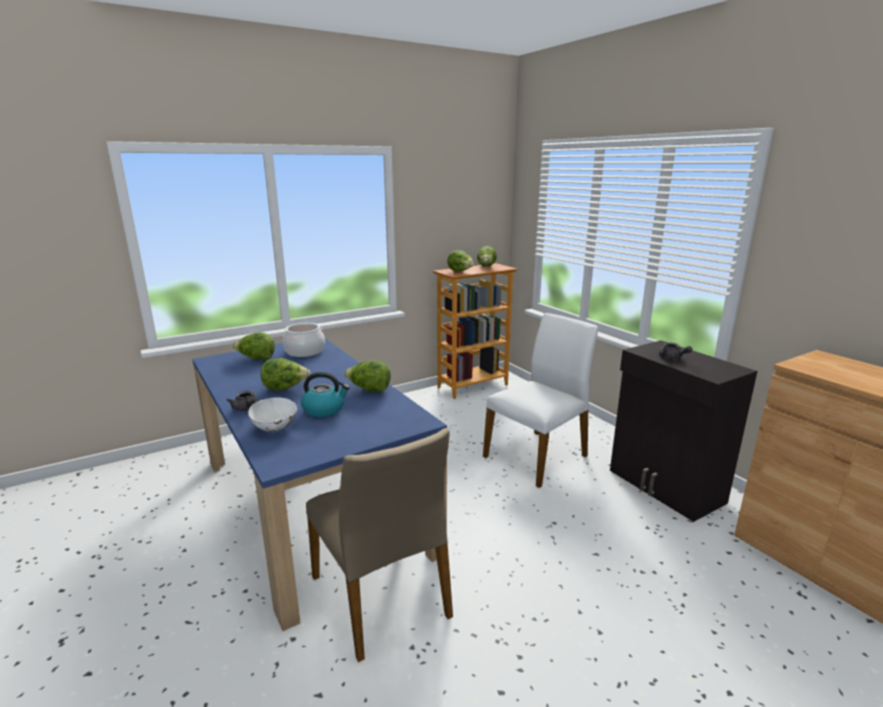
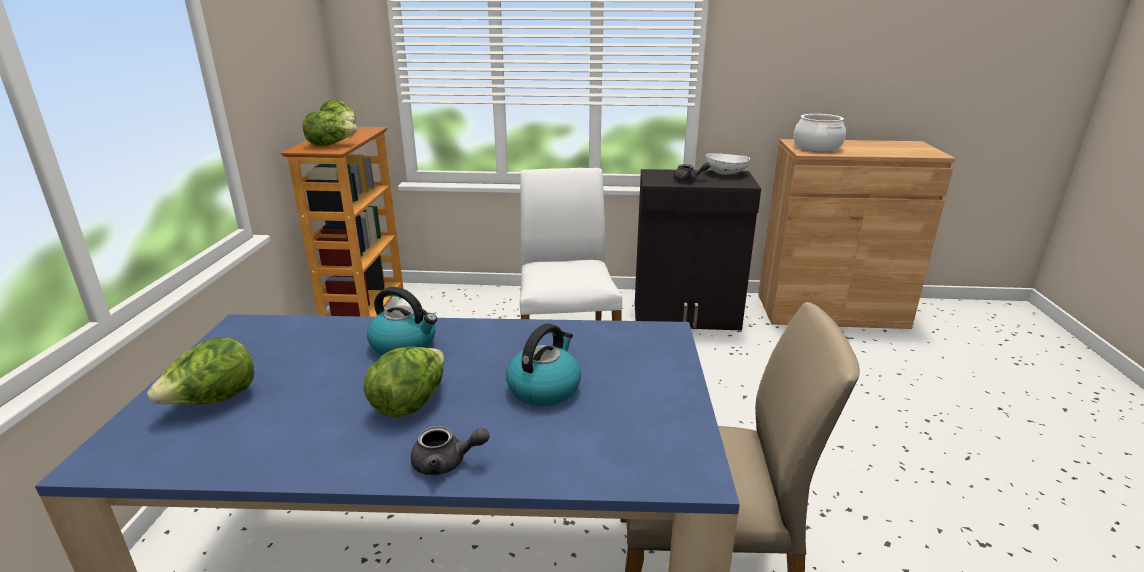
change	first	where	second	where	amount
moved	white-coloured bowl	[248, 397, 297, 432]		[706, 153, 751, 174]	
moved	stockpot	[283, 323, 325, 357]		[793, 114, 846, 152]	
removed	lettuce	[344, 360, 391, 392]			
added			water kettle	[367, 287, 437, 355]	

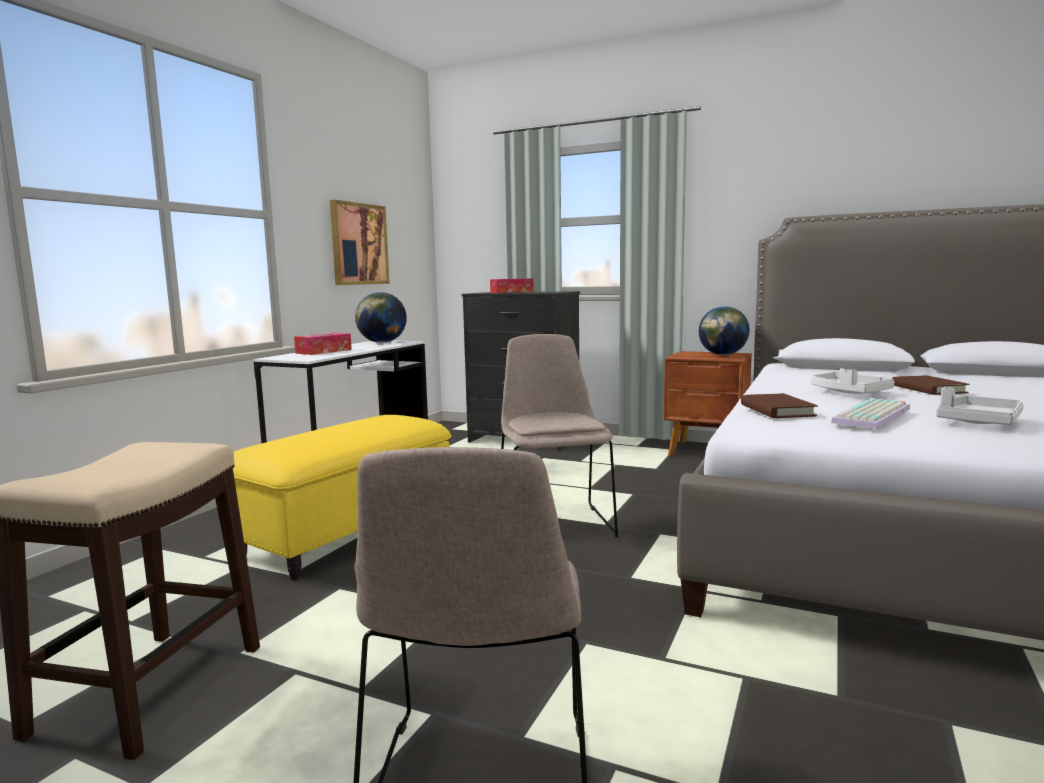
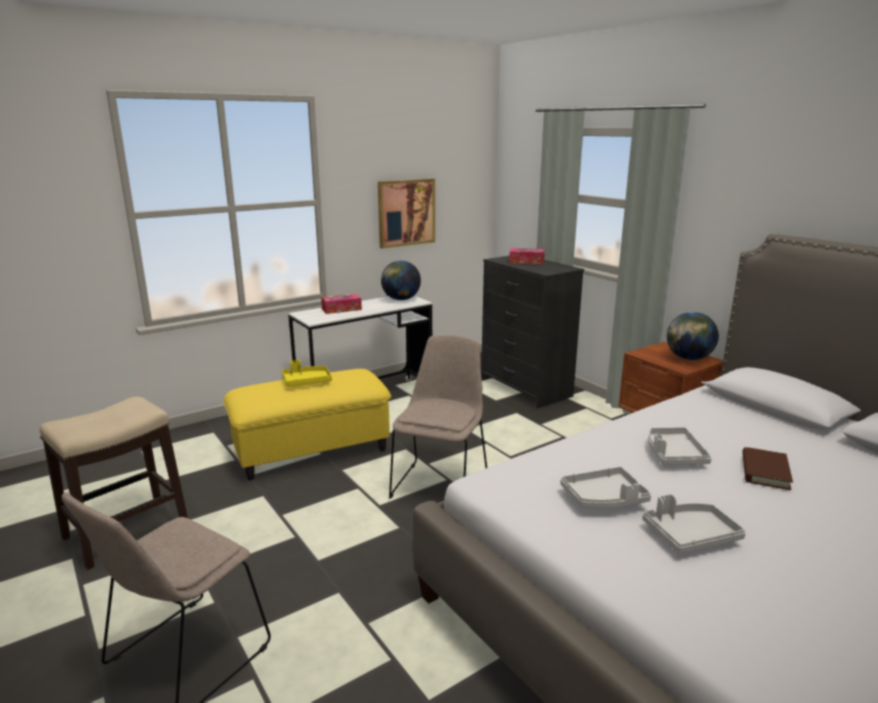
change	first	where	second	where	amount
removed	brown-coloured volume	[741, 393, 818, 418]			
replaced	keyboard	[831, 398, 910, 429]	gray serving tray	[560, 467, 651, 509]	
added			yellow-coloured serving tray	[282, 360, 332, 387]	

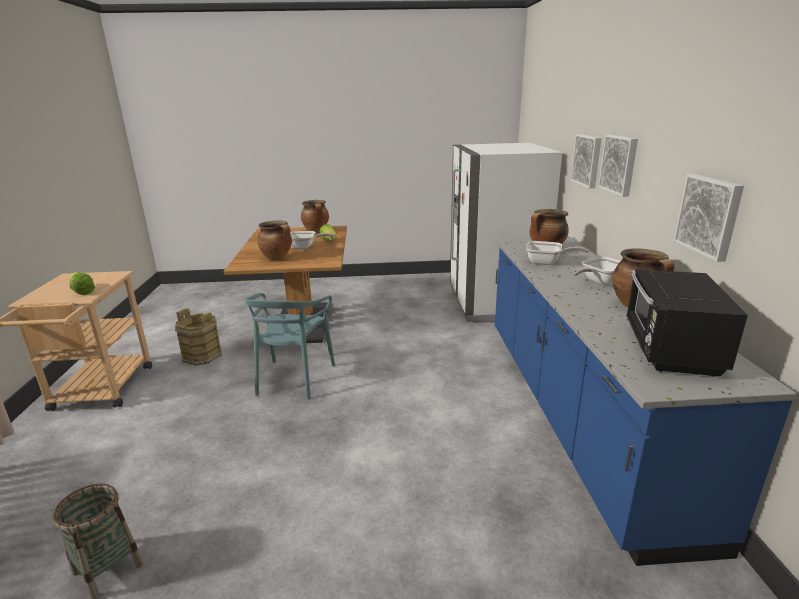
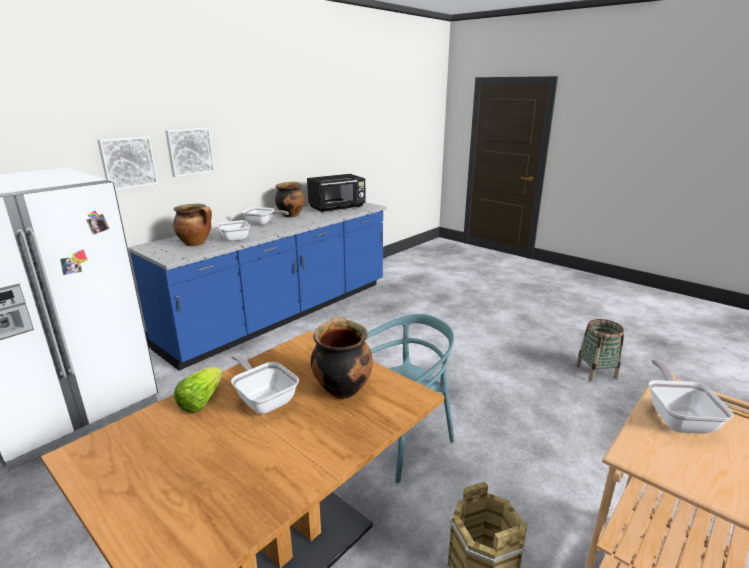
change	first	where	second	where	amount
replaced	lettuce	[70, 272, 95, 295]	frying pan	[649, 359, 734, 434]	
removed	stockpot	[301, 200, 329, 233]			
removed	wall picture	[674, 174, 744, 262]			

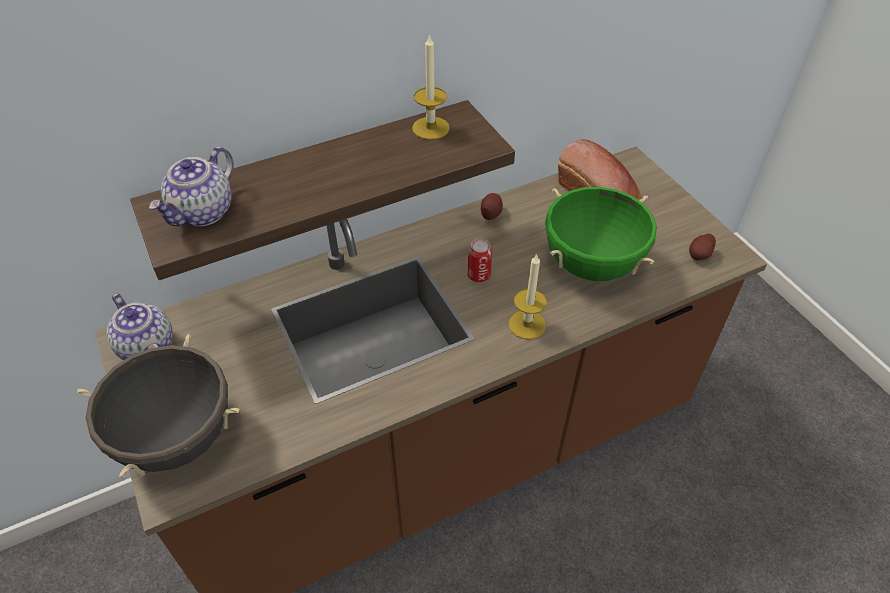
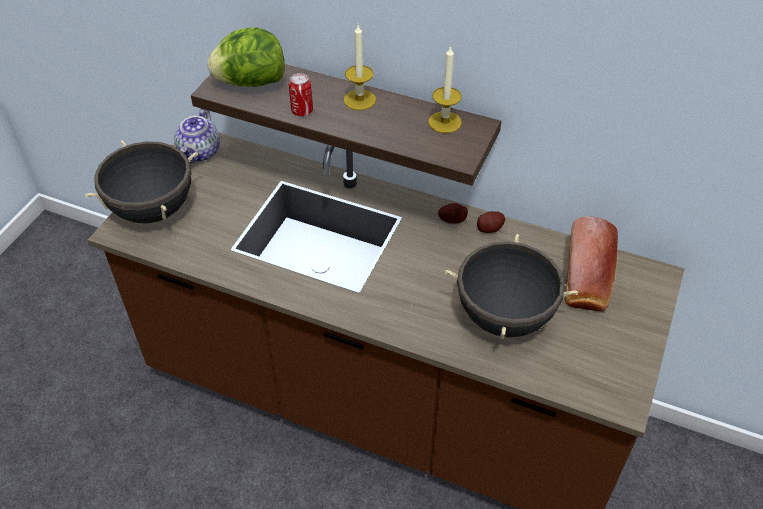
change	first	where	second	where	amount
replaced	pot for tea	[149, 146, 234, 226]	lettuce	[208, 27, 285, 87]	
moved	sealed can	[467, 239, 492, 282]		[289, 73, 313, 116]	
moved	wax candle	[509, 253, 547, 340]		[344, 25, 376, 110]	
recoloured	green stockpot	[545, 187, 657, 281]	blackish stockpot	[445, 234, 578, 339]	
moved	potato	[689, 234, 716, 260]		[438, 203, 468, 224]	

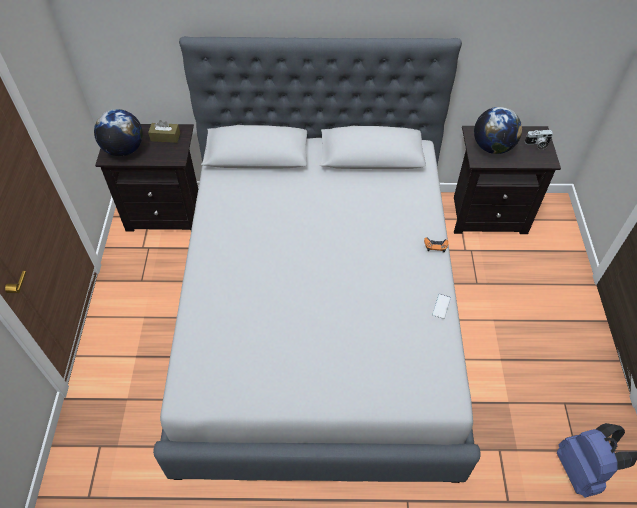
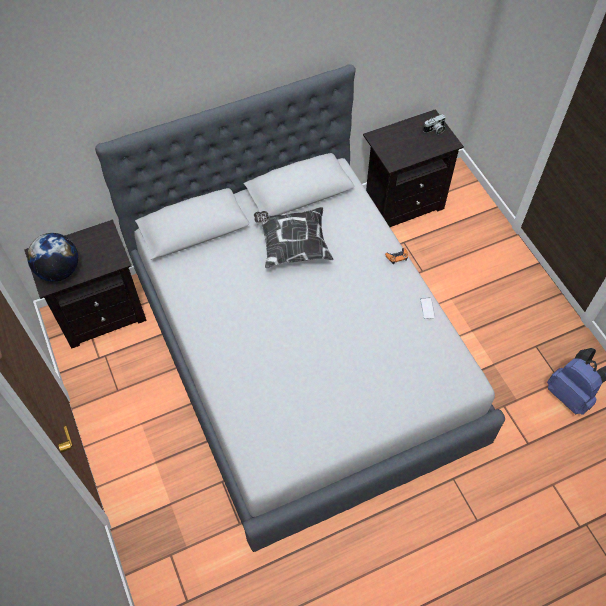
change	first	where	second	where	amount
removed	brown-coloured tissue holder	[148, 120, 180, 143]			
removed	globe	[474, 107, 522, 154]			
added			pillow	[254, 207, 333, 269]	

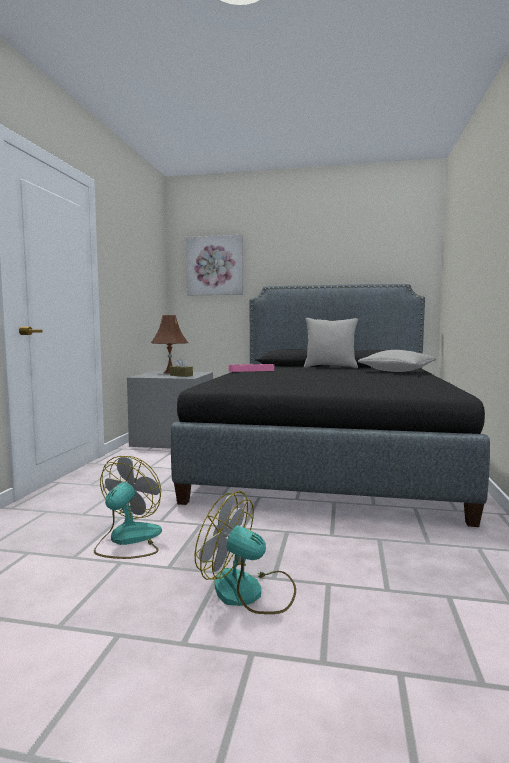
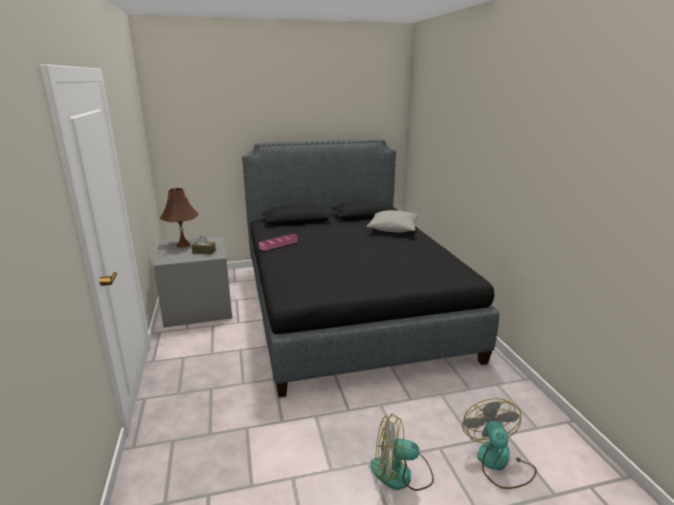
change	first	where	second	where	amount
moved	cooling fan	[94, 456, 162, 559]		[462, 398, 537, 489]	
removed	wall picture	[186, 235, 243, 295]			
removed	gray pillow	[304, 318, 358, 368]			

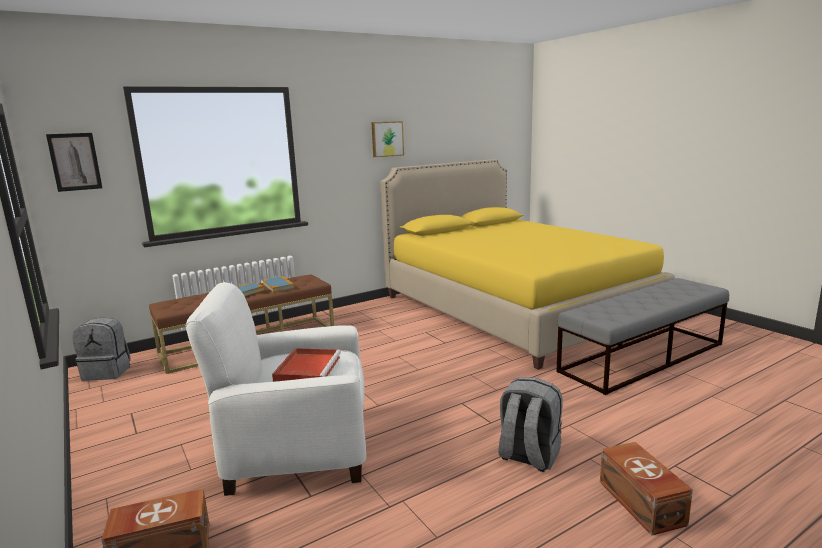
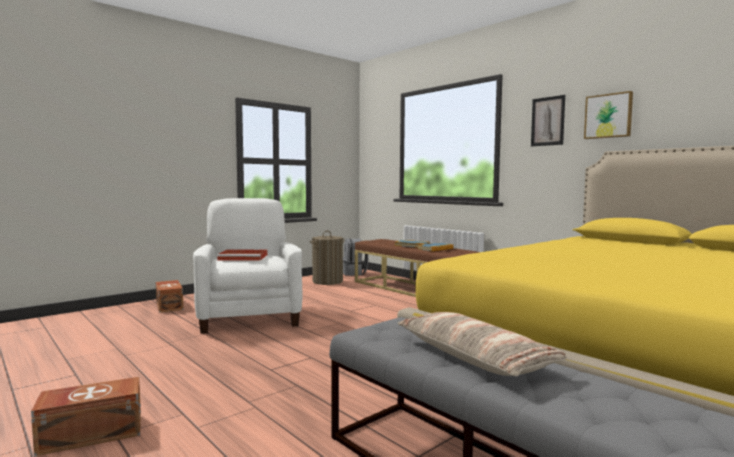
change	first	where	second	where	amount
moved	wall picture	[46, 133, 102, 192]		[531, 95, 565, 146]	
removed	gray backpack	[498, 377, 563, 472]			
added			washing basket	[310, 230, 344, 285]	
added			pillow	[398, 312, 567, 376]	

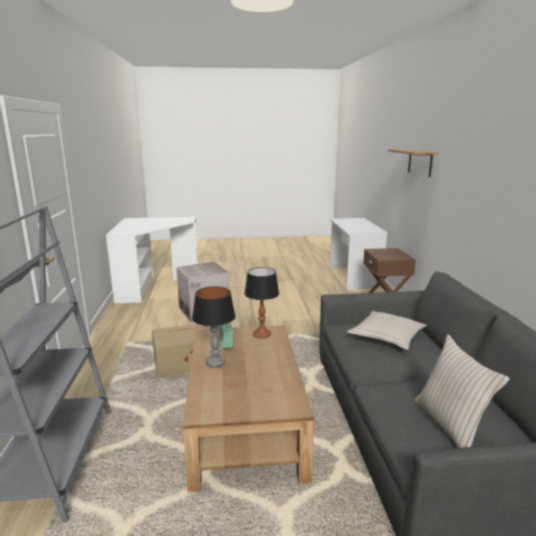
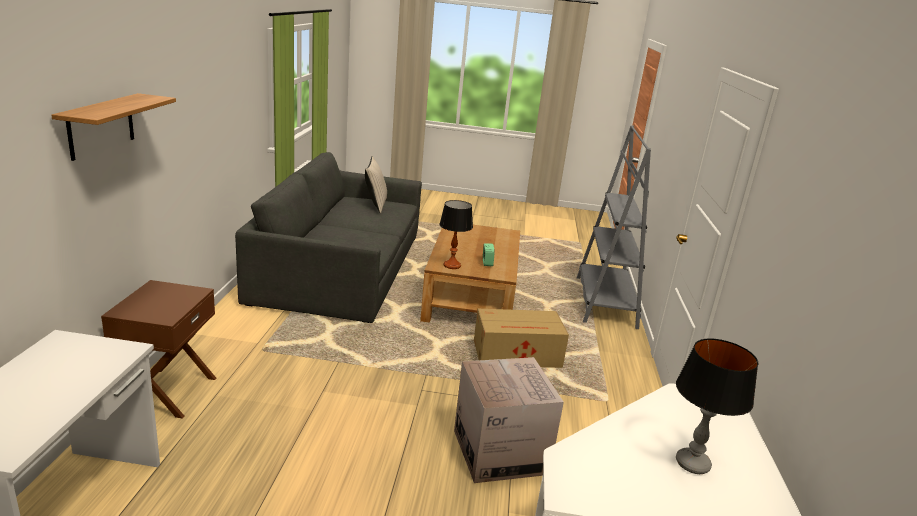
change	first	where	second	where	amount
moved	tabletop lamp	[192, 287, 236, 367]		[676, 339, 758, 474]	
removed	beige-coloured pillow	[347, 311, 427, 350]			

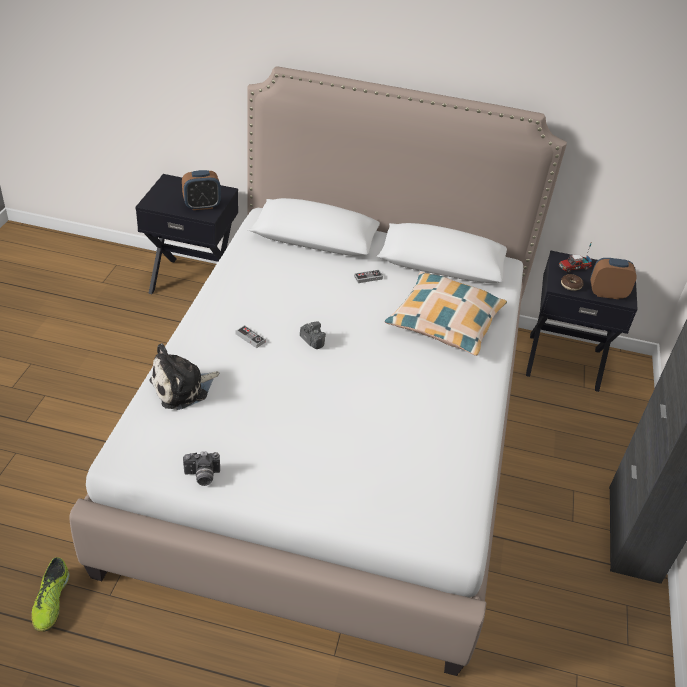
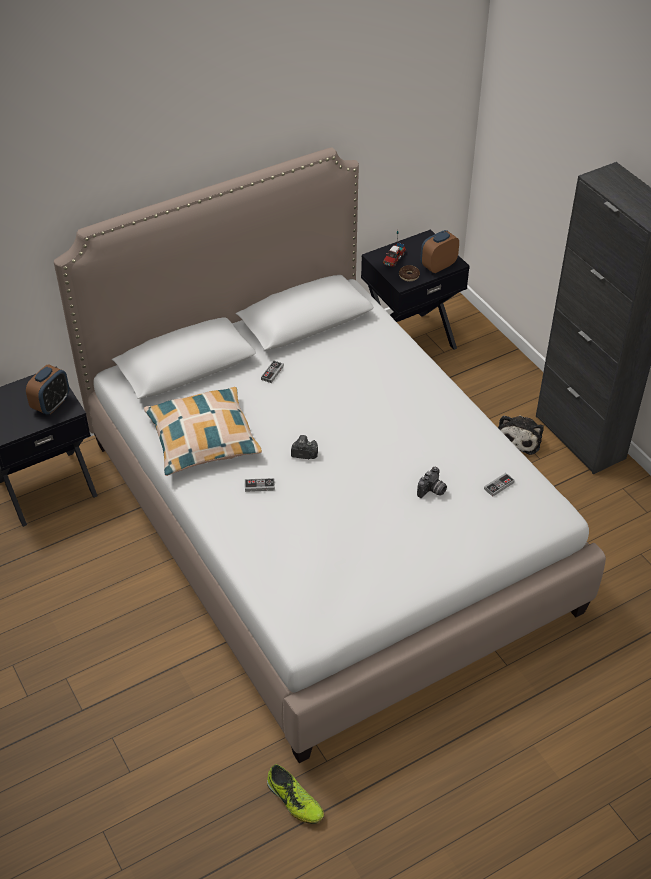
change	first	where	second	where	amount
moved	cuddly toy	[149, 343, 219, 410]		[498, 415, 544, 455]	
moved	still camera	[183, 451, 220, 486]		[417, 467, 447, 498]	
moved	pillow	[385, 272, 507, 356]		[144, 387, 262, 476]	
added			joypad	[484, 473, 515, 497]	

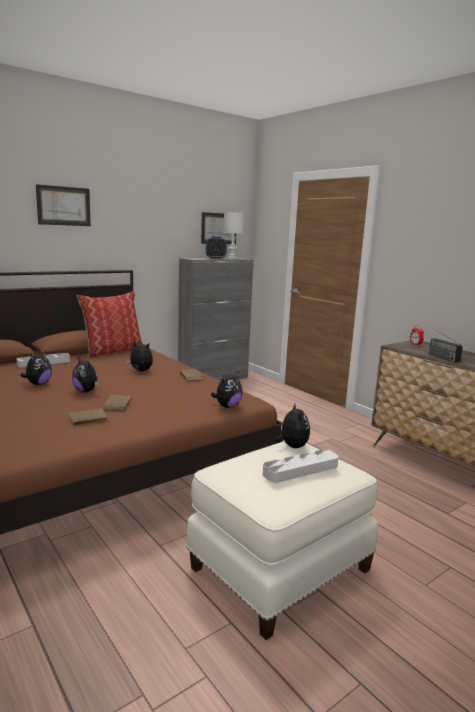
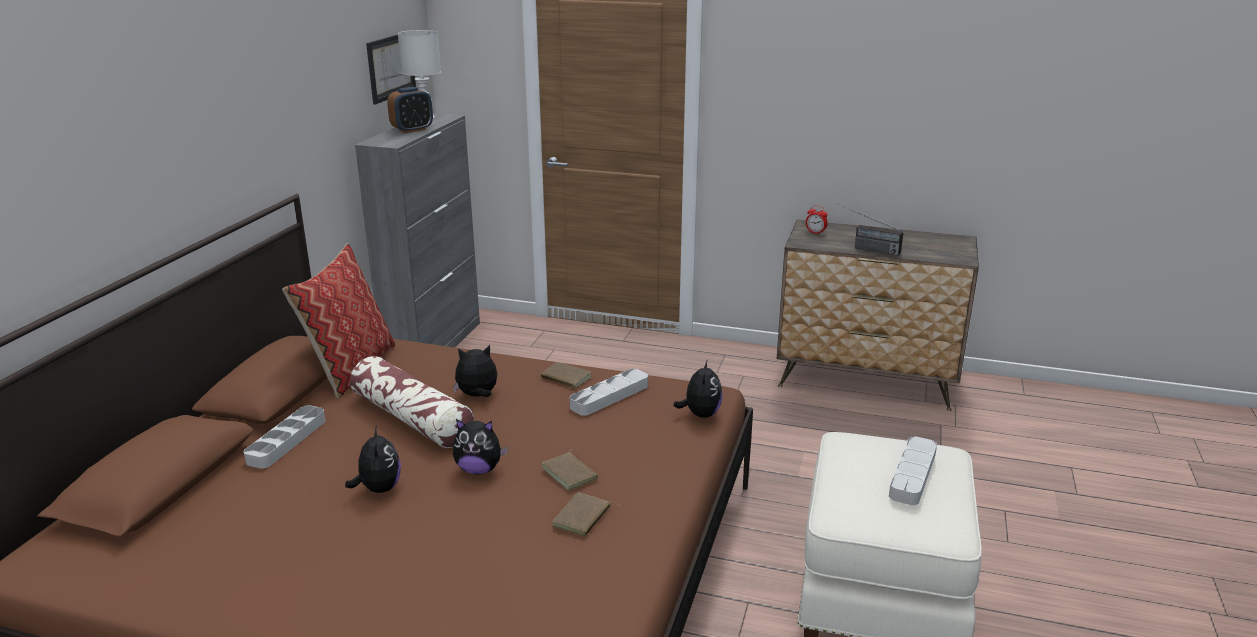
change	first	where	second	where	amount
removed	wall picture	[36, 184, 91, 226]			
removed	cuddly toy	[275, 404, 310, 448]			
added			pillow	[350, 356, 474, 448]	
added			gray serving tray	[570, 369, 648, 416]	

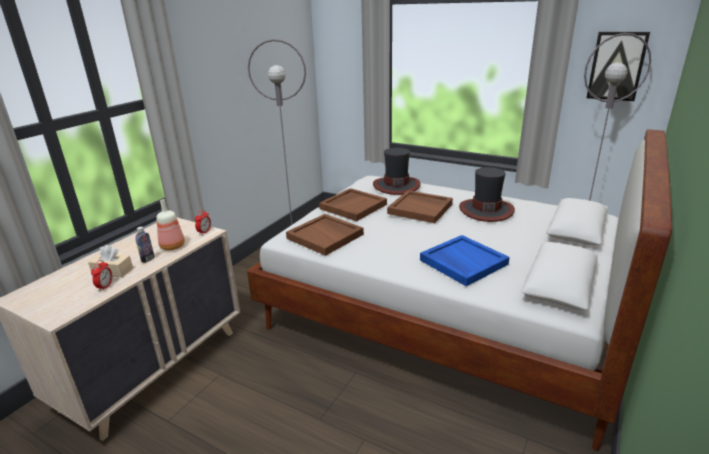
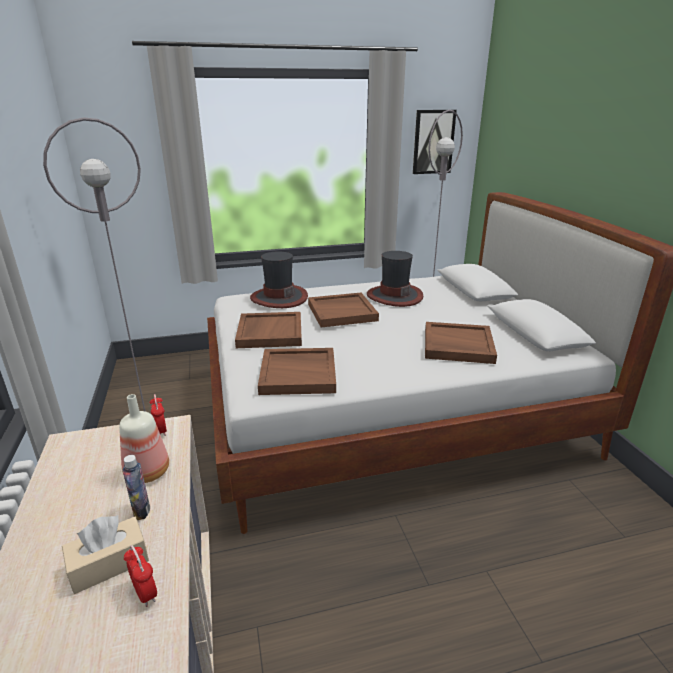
change	first	where	second	where	amount
recoloured	blue serving tray	[420, 235, 510, 286]	brown-coloured serving tray	[425, 322, 497, 364]	

